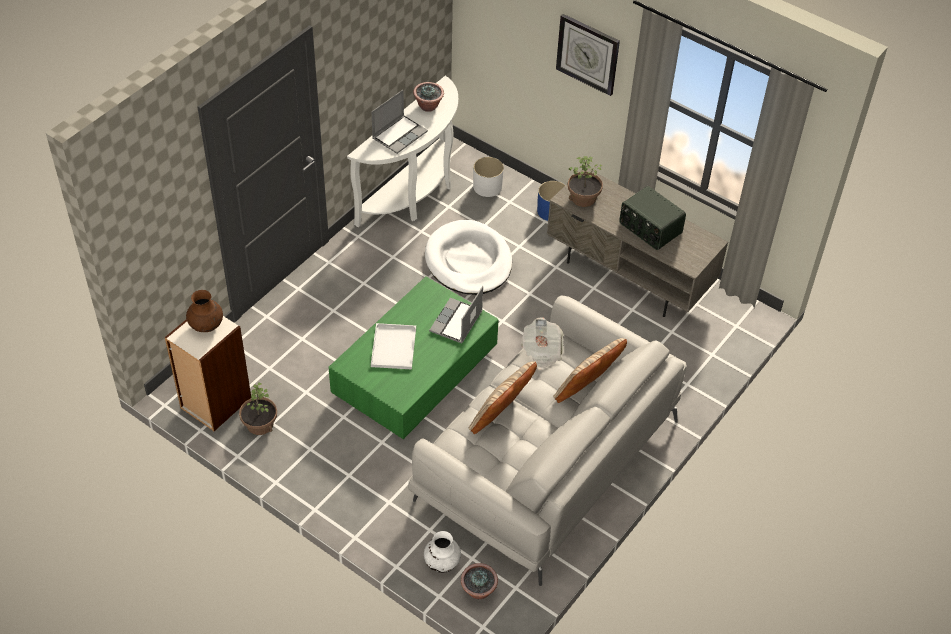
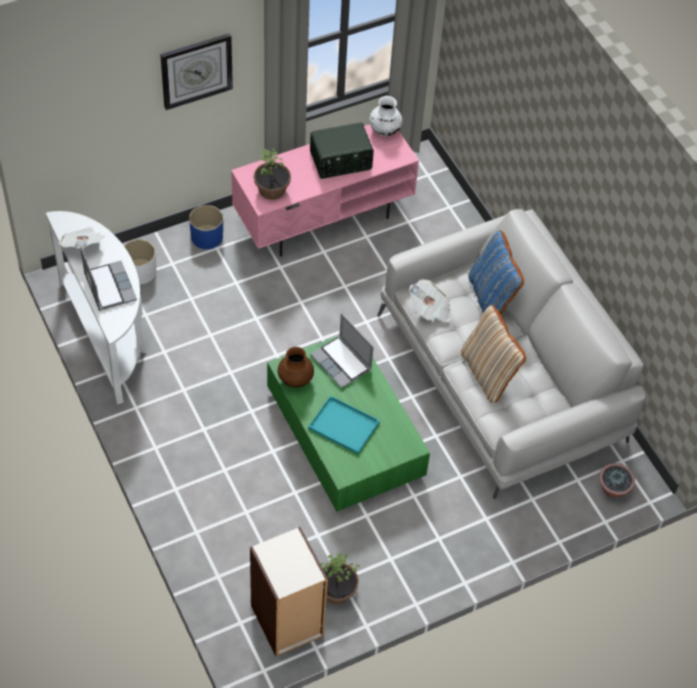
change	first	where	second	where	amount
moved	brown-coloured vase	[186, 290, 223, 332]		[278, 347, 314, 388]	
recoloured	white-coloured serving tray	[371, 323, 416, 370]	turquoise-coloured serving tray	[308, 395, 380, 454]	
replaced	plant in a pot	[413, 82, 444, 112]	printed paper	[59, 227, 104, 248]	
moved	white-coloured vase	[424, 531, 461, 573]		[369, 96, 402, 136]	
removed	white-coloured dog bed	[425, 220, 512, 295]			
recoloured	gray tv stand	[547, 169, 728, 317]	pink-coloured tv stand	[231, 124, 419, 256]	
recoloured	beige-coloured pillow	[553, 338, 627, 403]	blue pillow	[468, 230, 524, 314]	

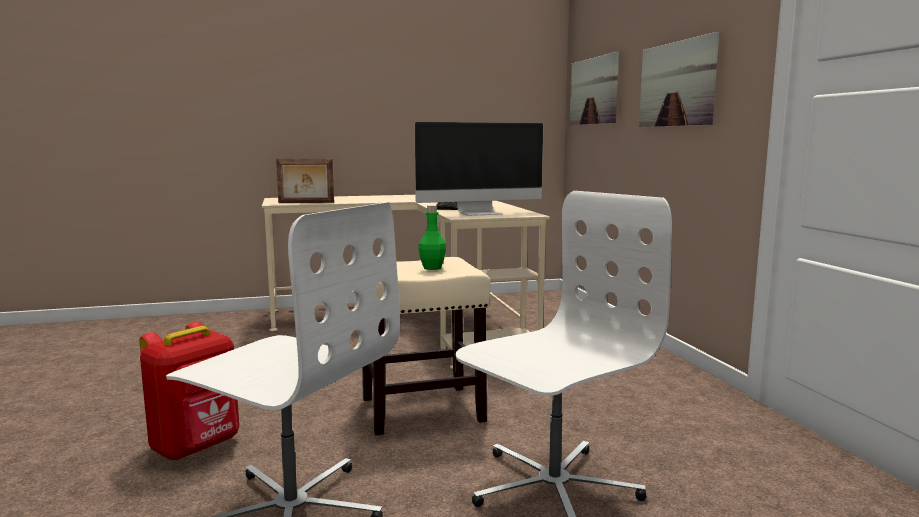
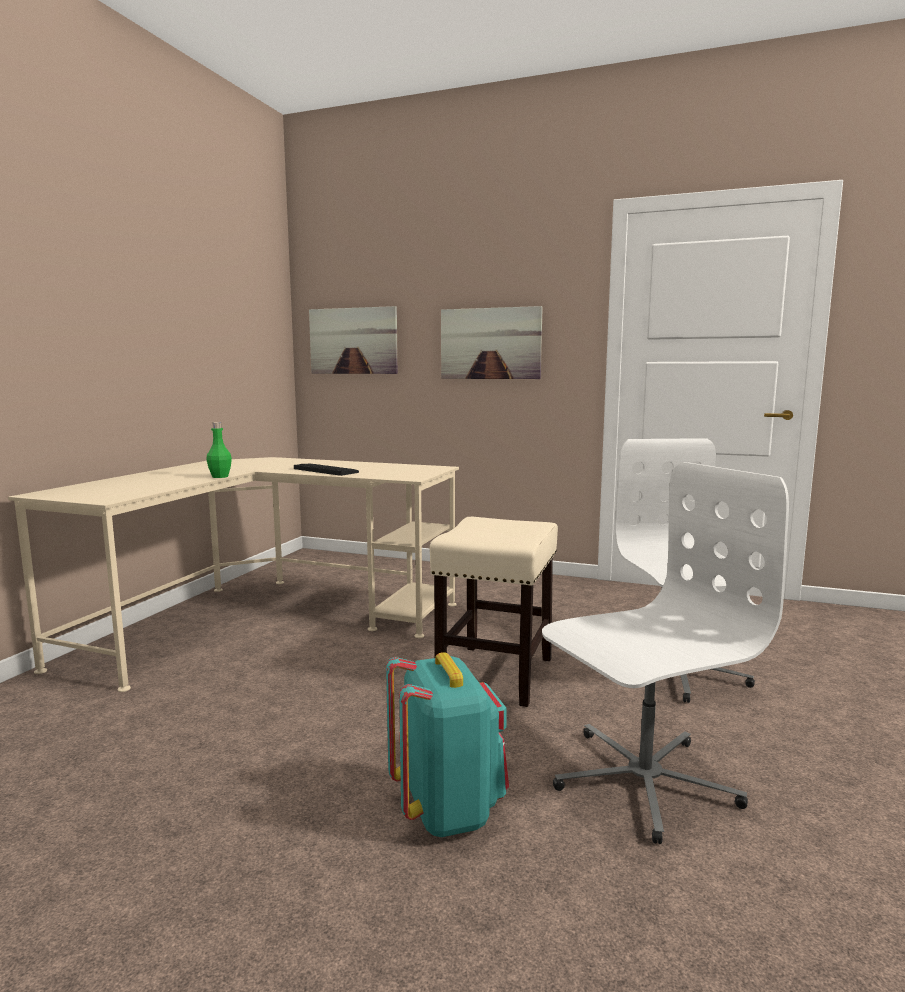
change	first	where	second	where	amount
recoloured	reddish backpack	[140, 322, 239, 460]	turquoise-coloured backpack	[386, 652, 509, 837]	
removed	standing frame	[276, 159, 334, 203]			
removed	computer display	[415, 122, 543, 216]			
moved	green bottle	[418, 205, 446, 270]		[206, 422, 232, 478]	

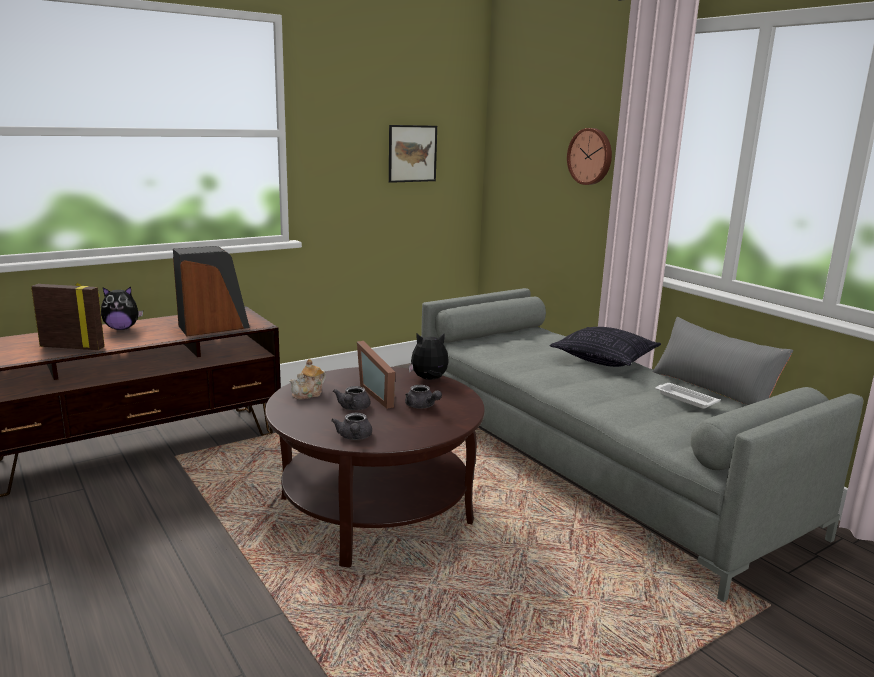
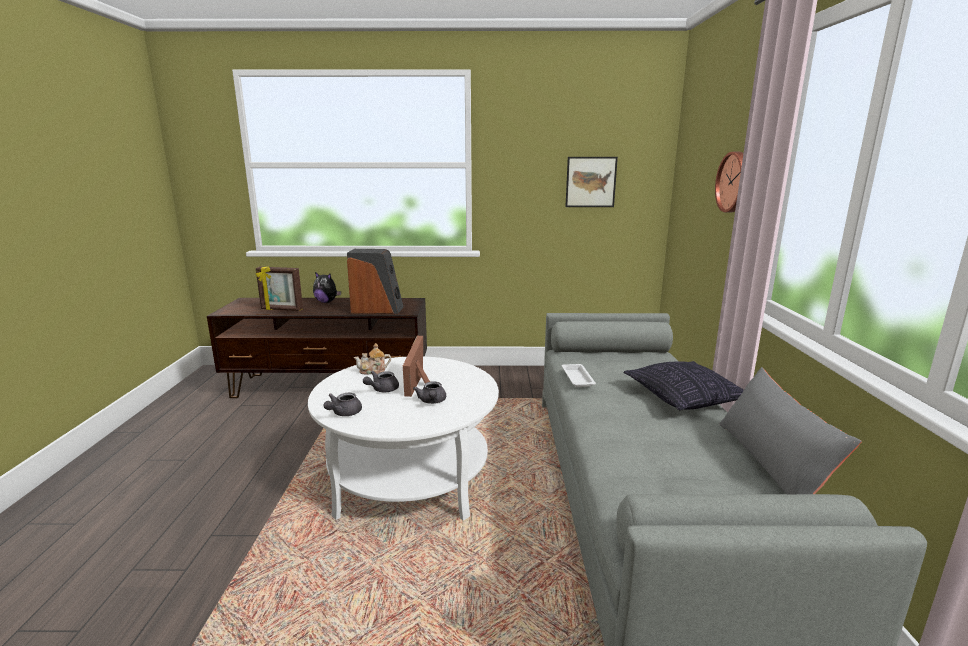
change	first	where	second	where	amount
turned	standing frame	[31, 283, 105, 350]		[256, 267, 303, 311]	150 degrees clockwise
recoloured	brown-coloured coffee table	[265, 367, 485, 568]	white-coloured coffee table	[308, 356, 499, 521]	
removed	cuddly toy	[408, 333, 449, 380]			
moved	white-coloured serving tray	[655, 383, 721, 409]		[561, 364, 596, 387]	

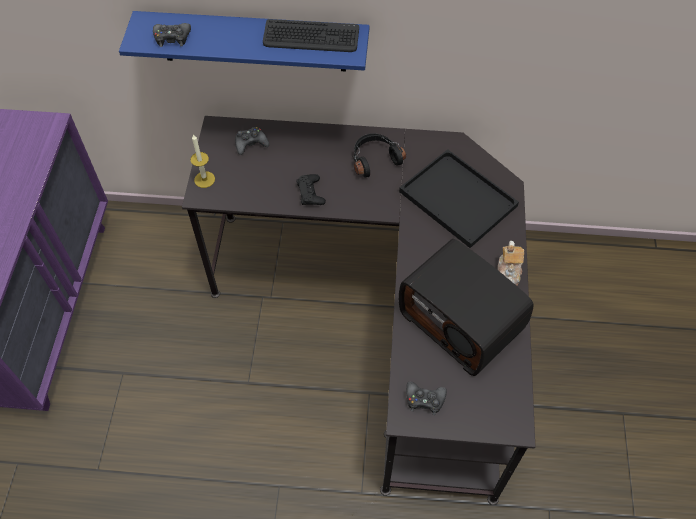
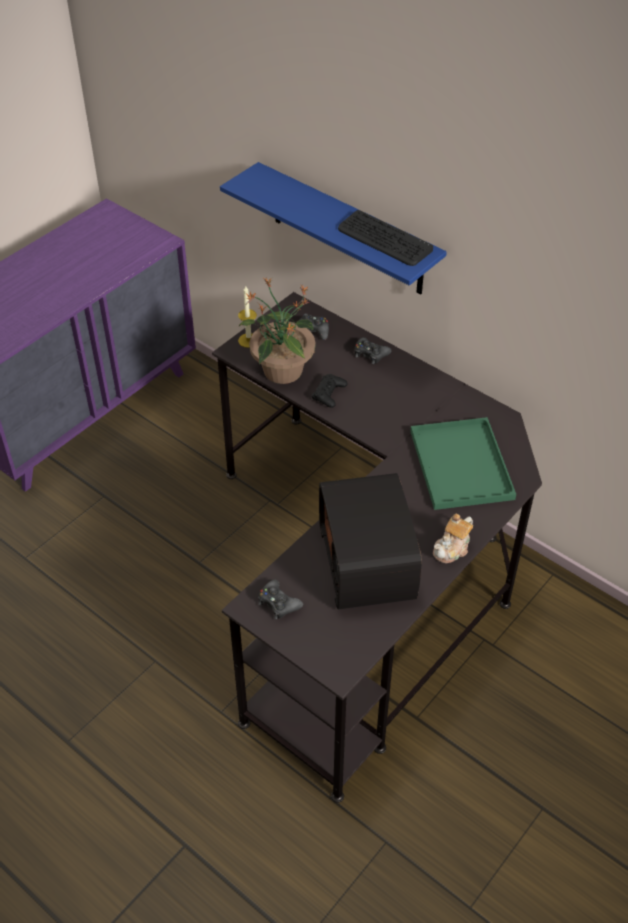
change	first	where	second	where	amount
moved	blackish joypad	[153, 23, 191, 47]		[354, 337, 391, 364]	
removed	blackish pair of headphones	[352, 133, 406, 178]			
recoloured	blackish serving tray	[399, 149, 519, 248]	green serving tray	[410, 417, 516, 510]	
added			plant in a pot	[239, 277, 315, 384]	

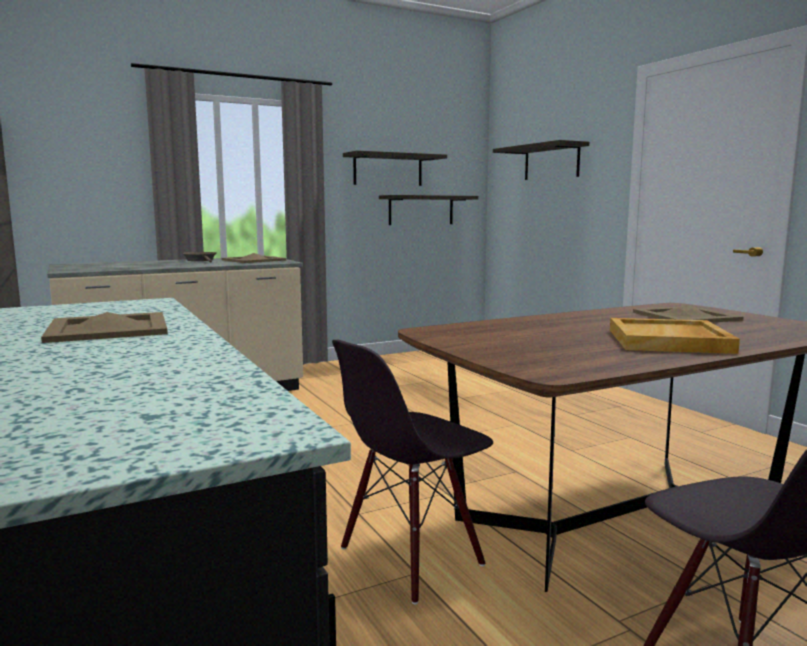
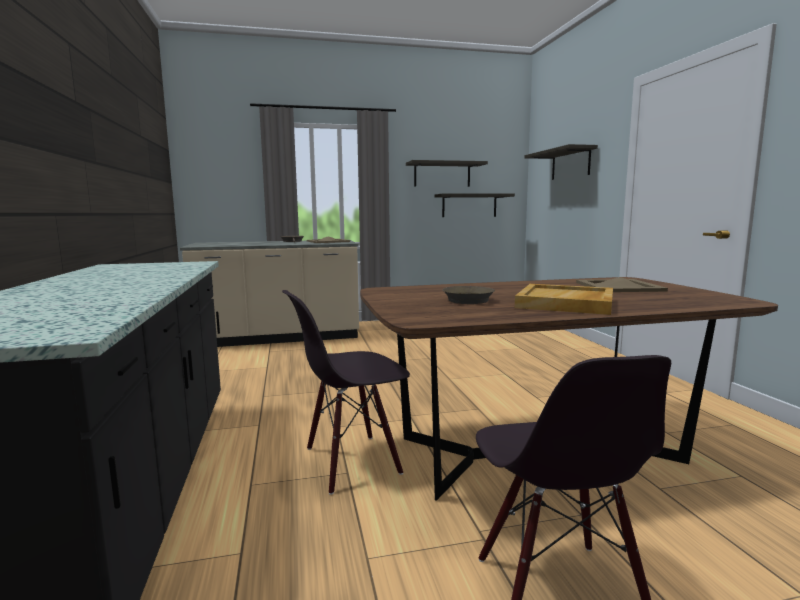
change	first	where	second	where	amount
removed	beige-coloured serving tray	[41, 312, 168, 343]			
added			brown-coloured frying pan	[443, 286, 495, 304]	

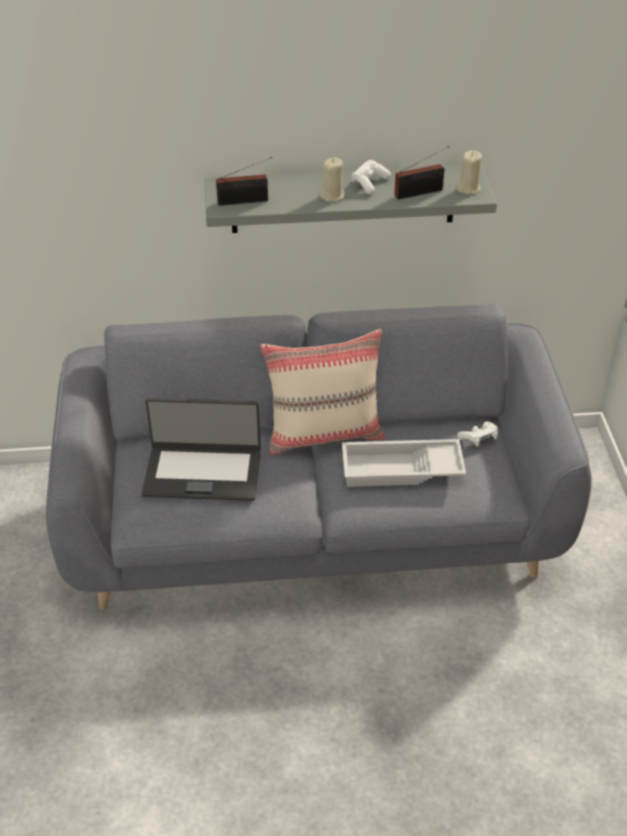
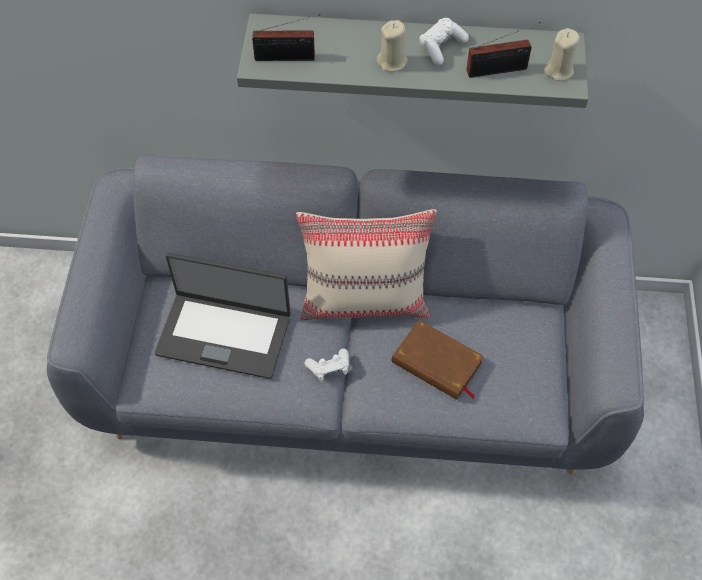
change	first	where	second	where	amount
replaced	white-coloured serving tray	[342, 439, 466, 487]	brown-coloured volume	[392, 320, 484, 400]	
moved	white-coloured joypad	[457, 421, 498, 447]		[305, 349, 349, 382]	

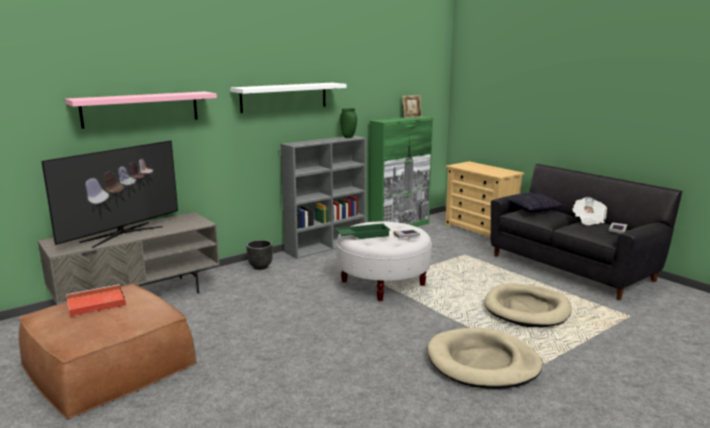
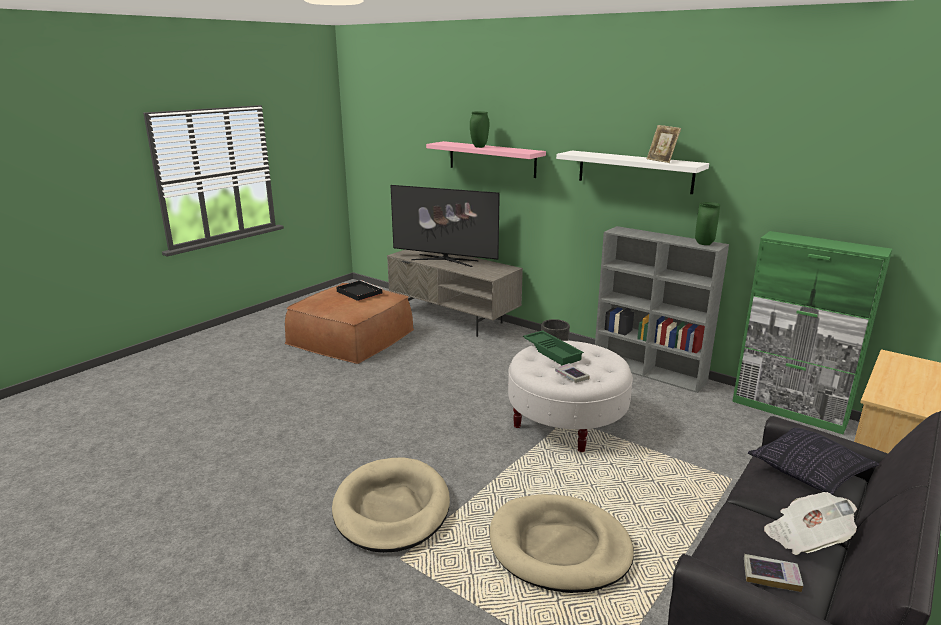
change	first	where	second	where	amount
recoloured	reddish serving tray	[66, 284, 126, 317]	blackish serving tray	[336, 280, 383, 301]	
moved	standing frame	[402, 95, 422, 118]		[647, 125, 681, 163]	
added			green vase	[470, 111, 489, 148]	

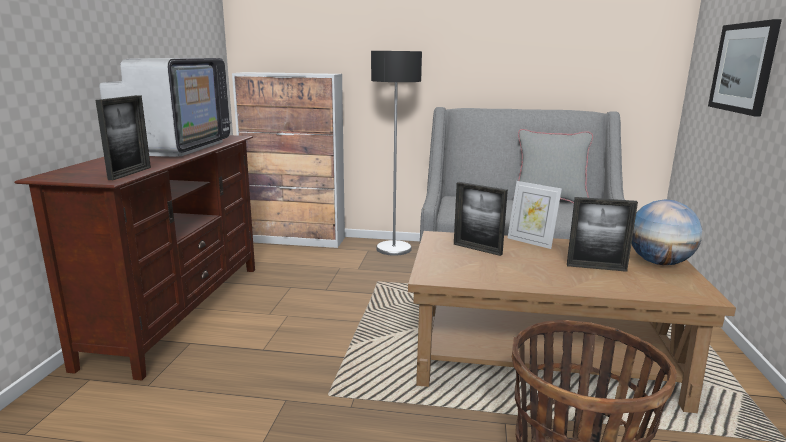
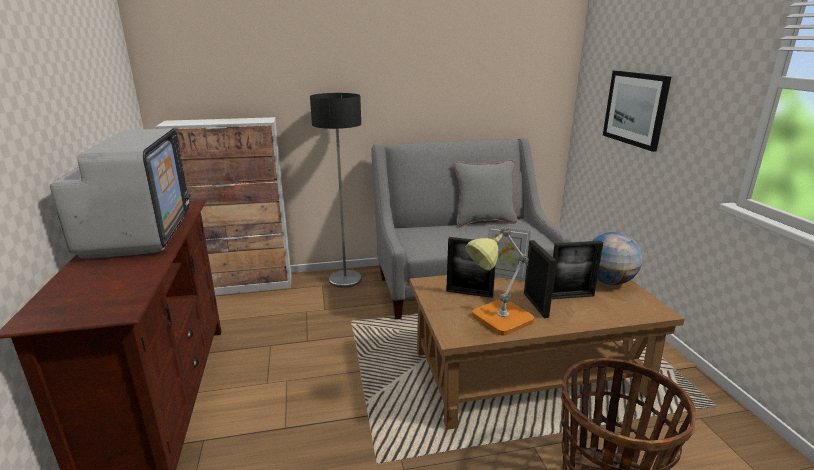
change	first	where	second	where	amount
moved	standing frame	[95, 95, 151, 180]		[524, 240, 556, 318]	
added			tabletop lamp	[465, 227, 534, 336]	

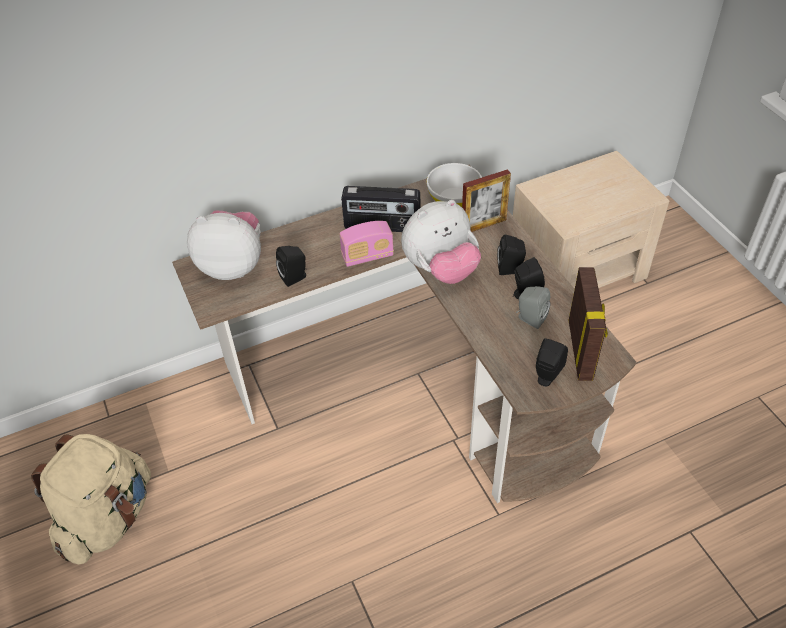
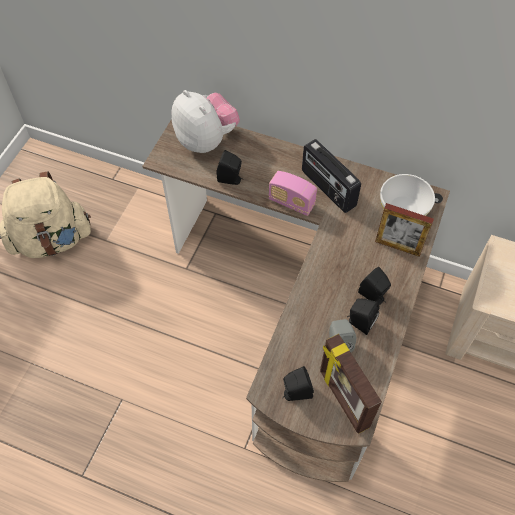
change	first	where	second	where	amount
removed	cuddly toy	[401, 200, 481, 284]			
turned	standing frame	[569, 267, 608, 381]		[320, 334, 382, 434]	105 degrees clockwise

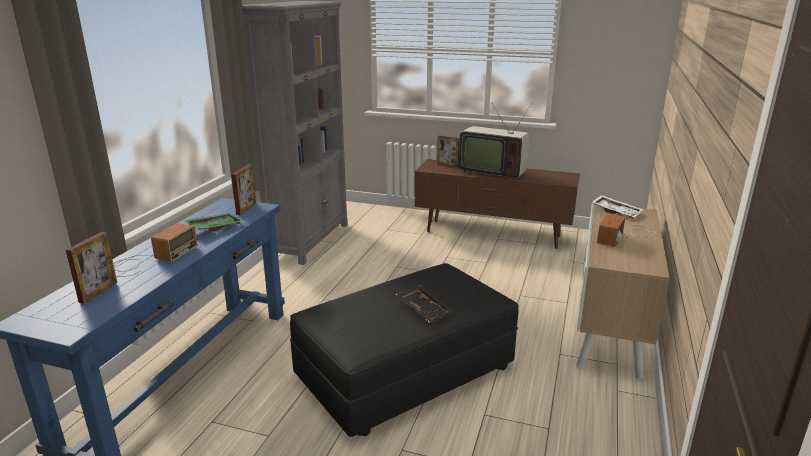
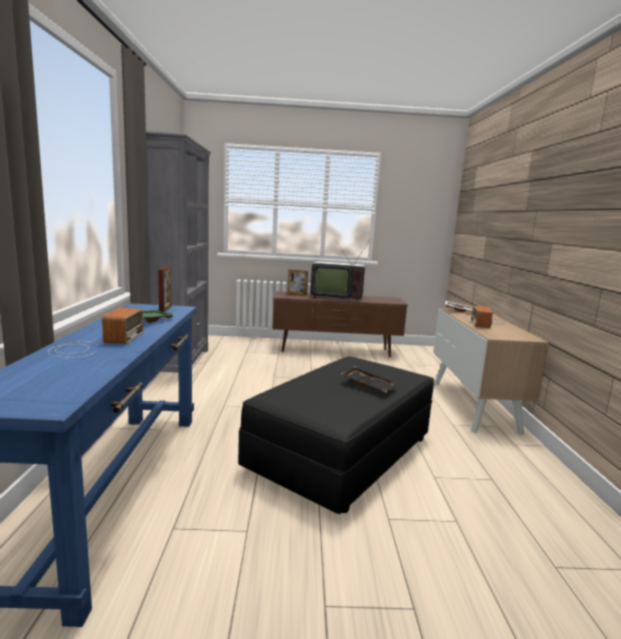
change	first	where	second	where	amount
removed	standing frame	[66, 232, 117, 304]			

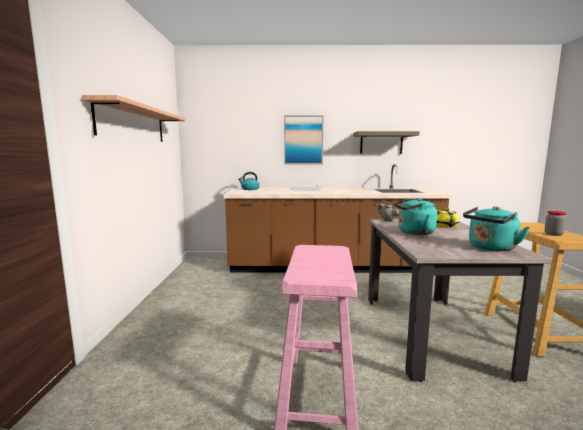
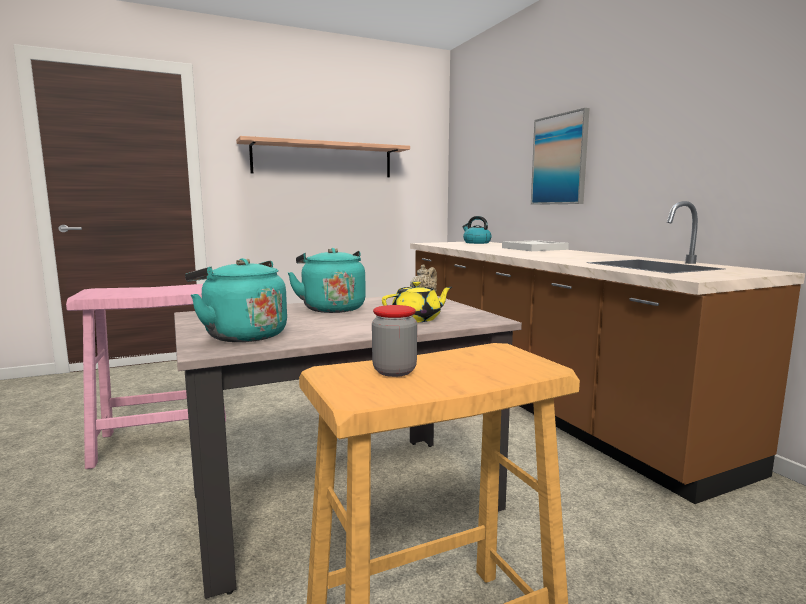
change	first	where	second	where	amount
removed	wall shelf	[353, 131, 420, 154]			

